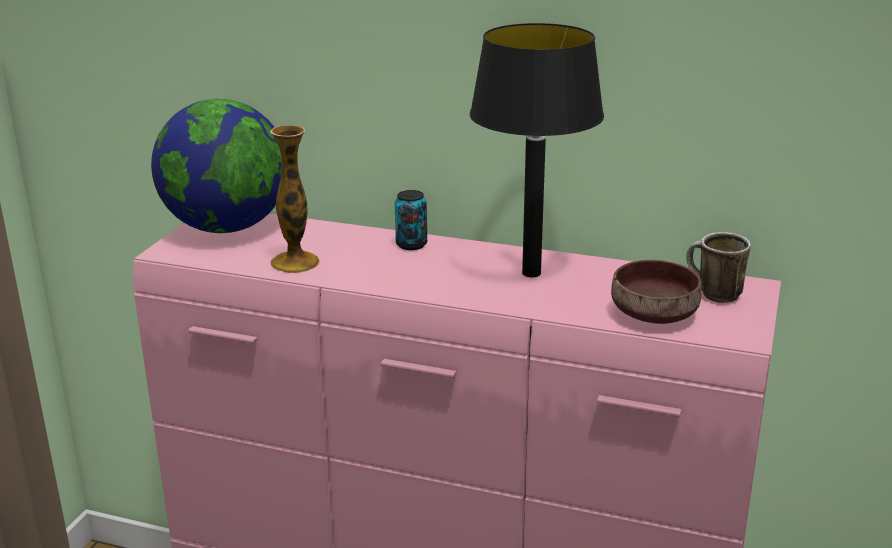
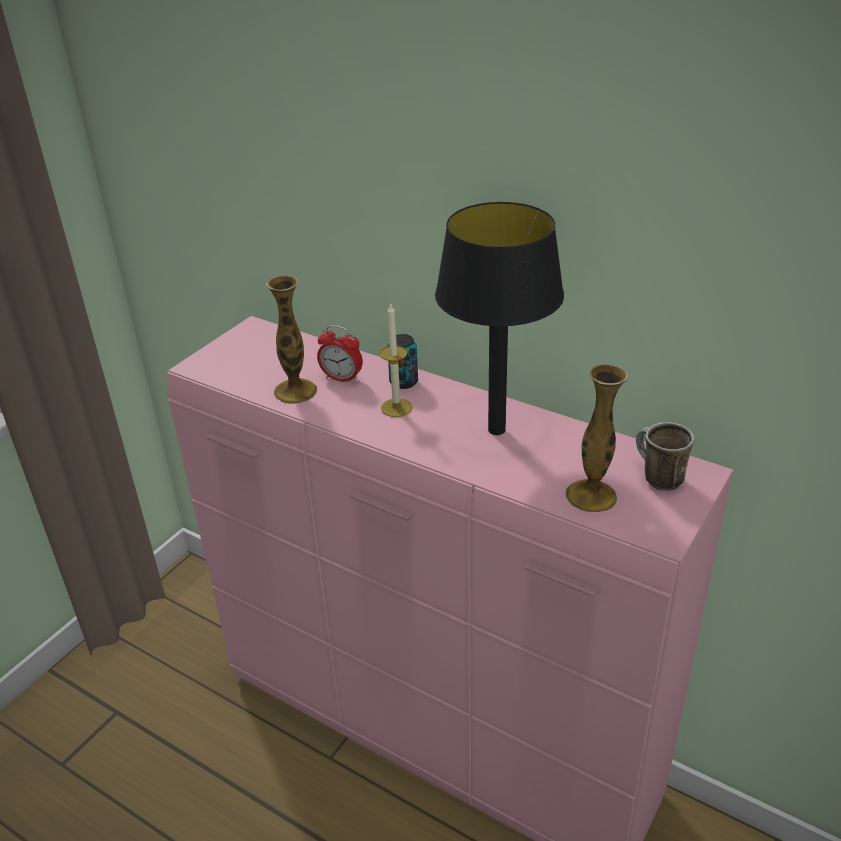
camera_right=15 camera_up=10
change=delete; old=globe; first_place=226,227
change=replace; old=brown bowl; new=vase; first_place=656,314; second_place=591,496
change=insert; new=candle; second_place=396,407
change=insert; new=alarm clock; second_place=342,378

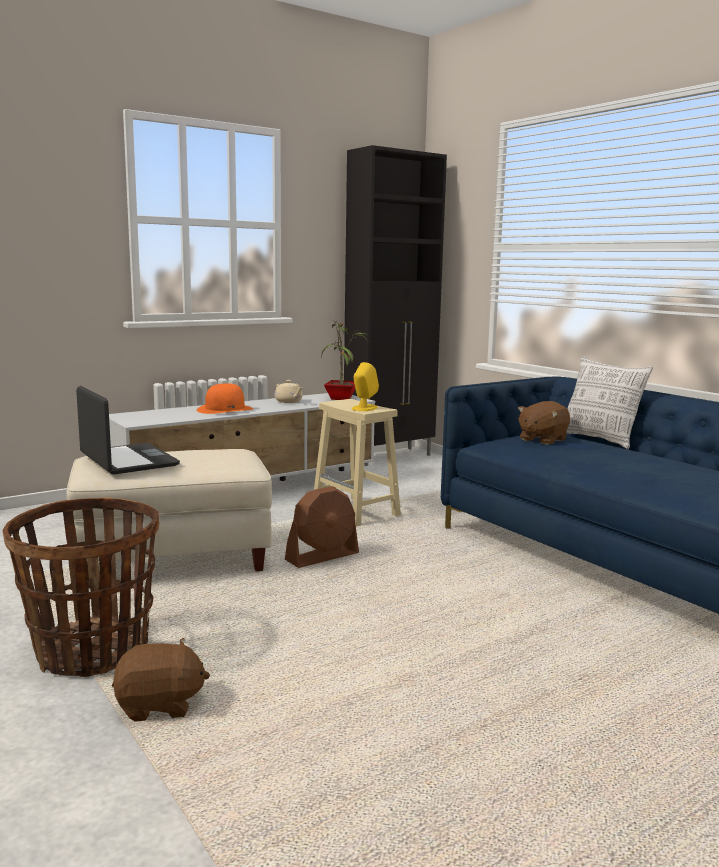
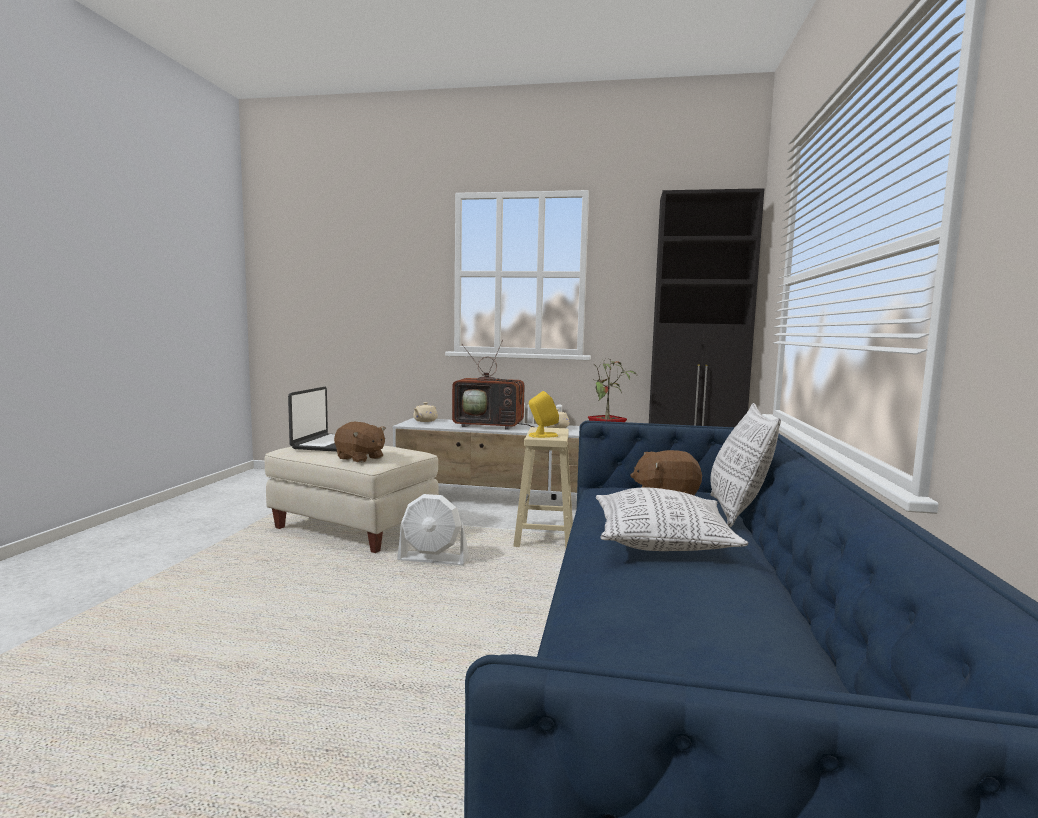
camera_right=45 camera_up=-5
change=replace; old=orange hat; new=television; first_place=225,409; second_place=491,426
change=recolor; old=brown fan; new=white fan; first_place=322,557; second_place=433,559
change=delete; old=basket; first_place=92,651
change=move; old=brown plush toy; first_place=159,705; second_place=360,458
change=insert; new=beige teapot; second_place=424,421
change=insert; new=pillow; second_place=662,542

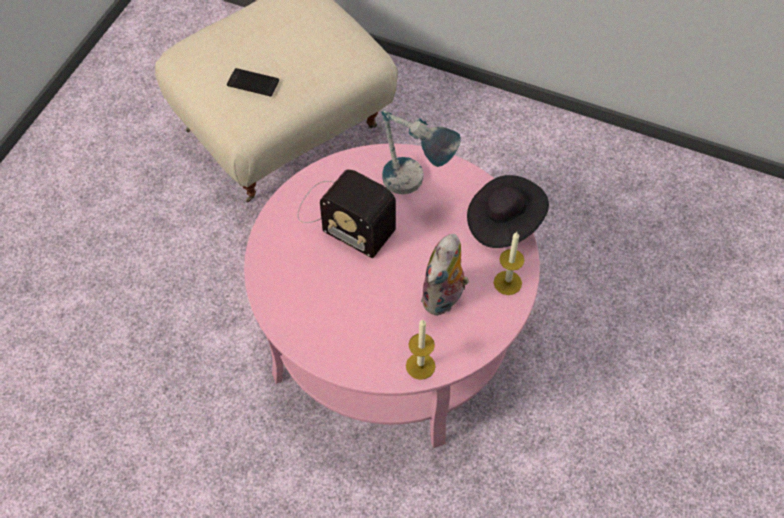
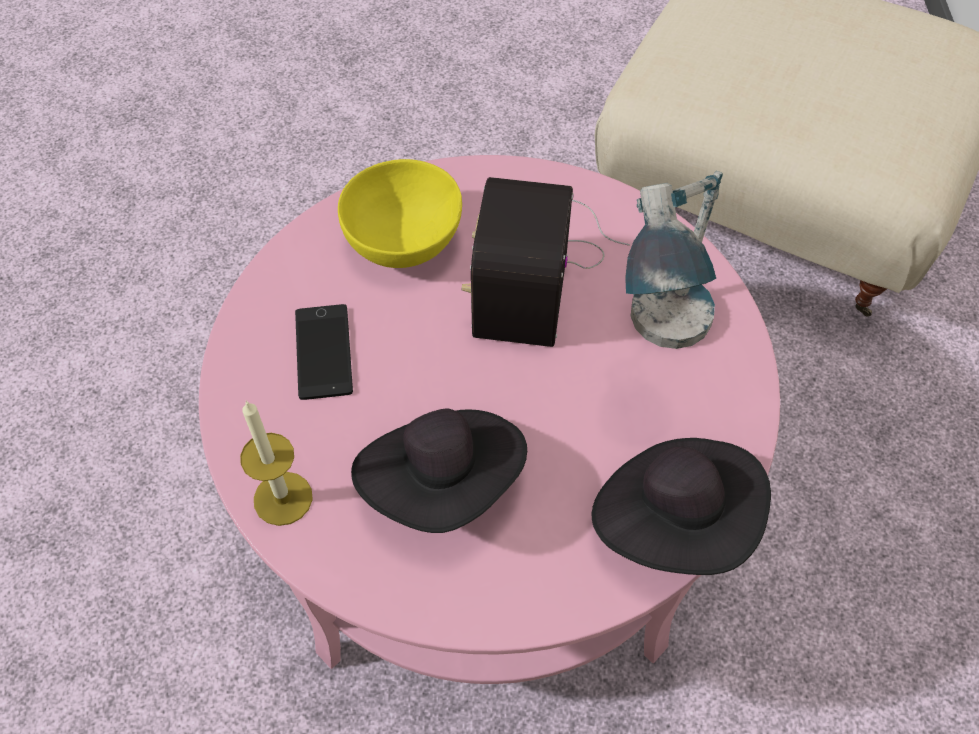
camera_right=65 camera_up=0
change=move; old=phone; first_place=253,83; second_place=323,352
change=delete; old=candle; first_place=507,282
change=replace; old=plush toy; new=black hat; first_place=444,299; second_place=443,482
change=insert; new=yellow bowl; second_place=407,242

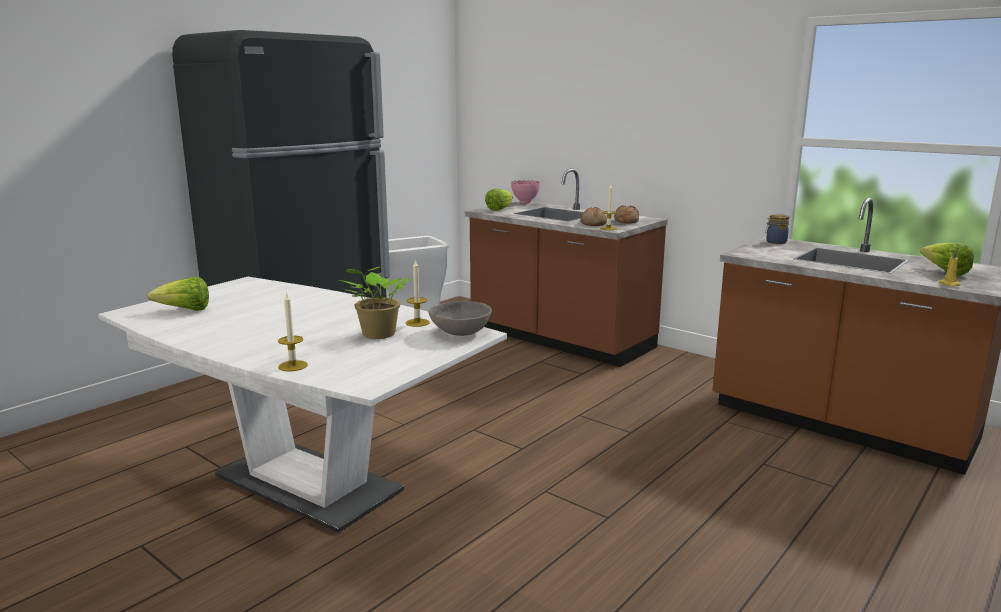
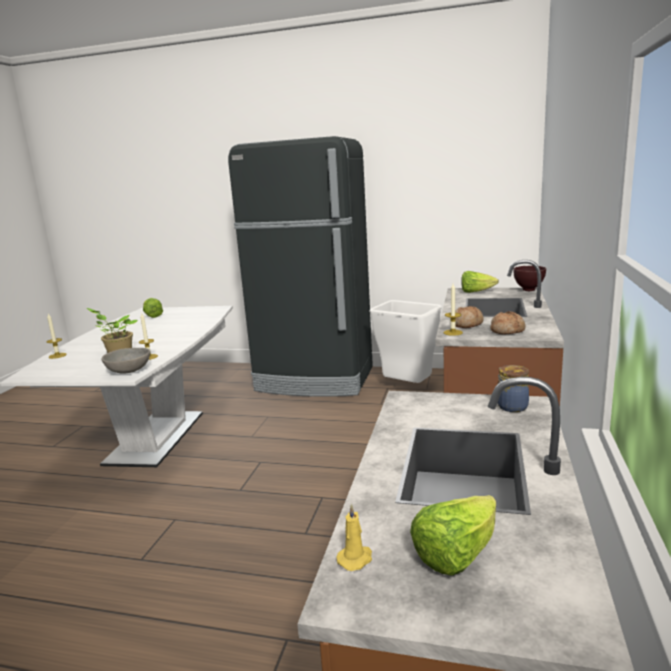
camera_right=65 camera_up=0
change=recolor; old=pink bowl; new=brown bowl; first_place=524,203; second_place=528,290

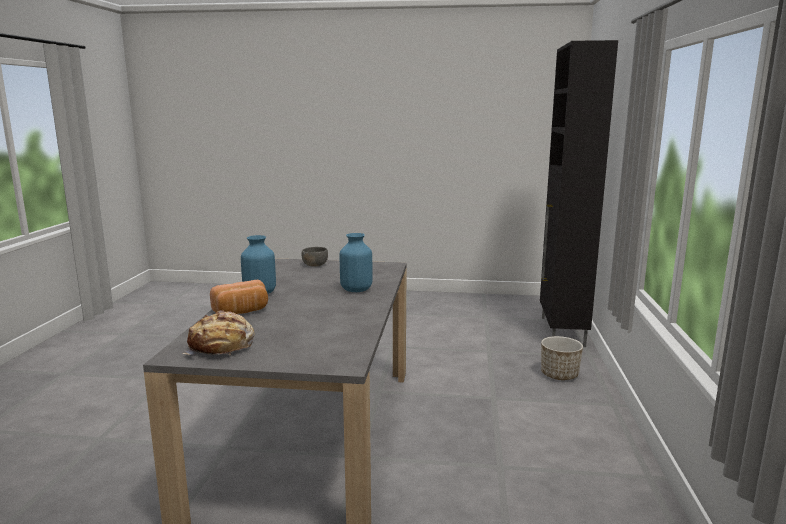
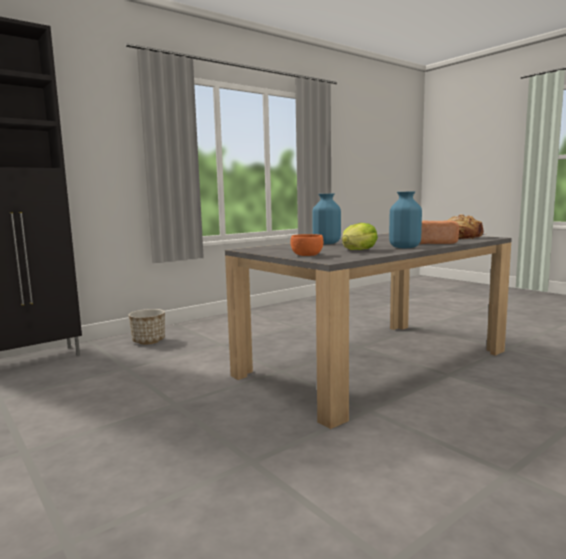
camera_right=-135 camera_up=-5
change=recolor; old=grey bowl; new=orange bowl; first_place=315,265; second_place=307,255
change=insert; new=lettuce; second_place=358,250

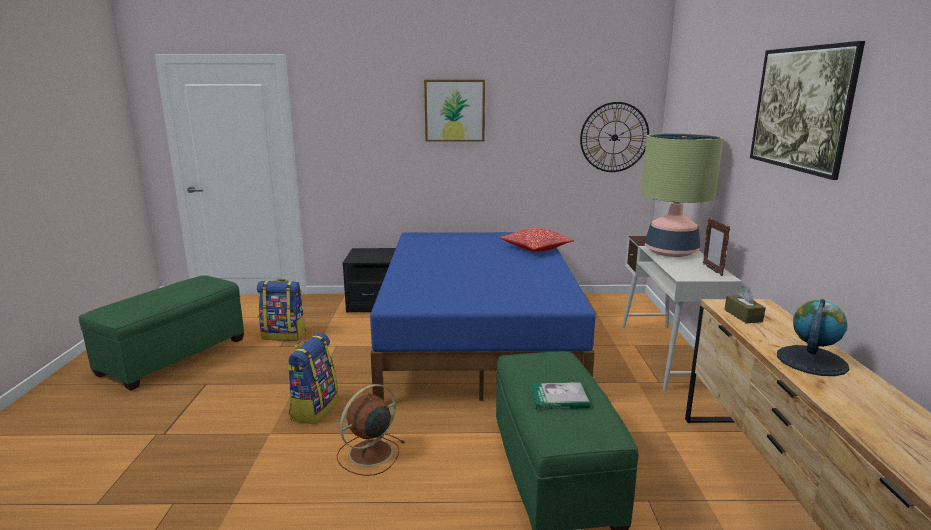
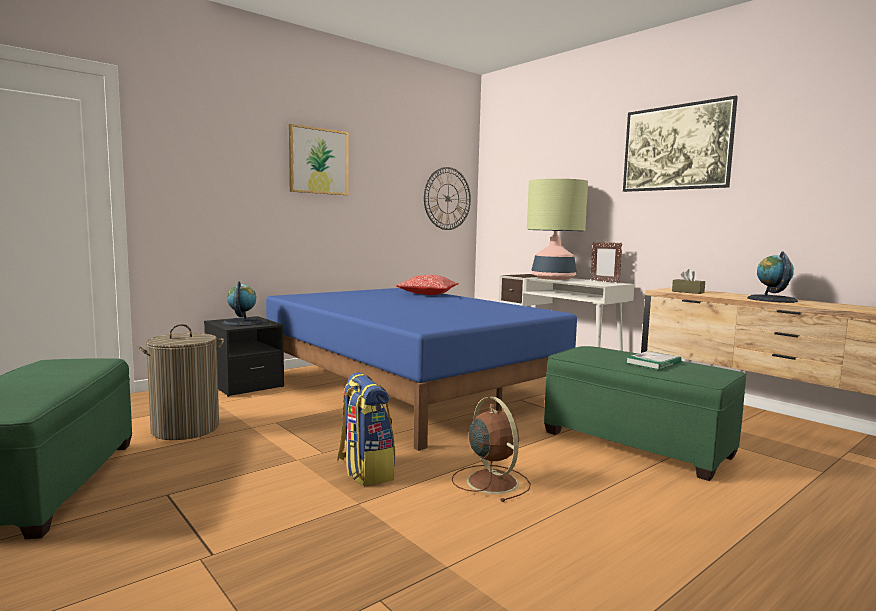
camera_right=-40 camera_up=-10
change=replace; old=backpack; new=laundry basket; first_place=284,335; second_place=185,429
change=rotate; old=brown fan; first_place=369,454; second_place=491,481; degrees=150
change=insert; new=globe; second_place=242,322

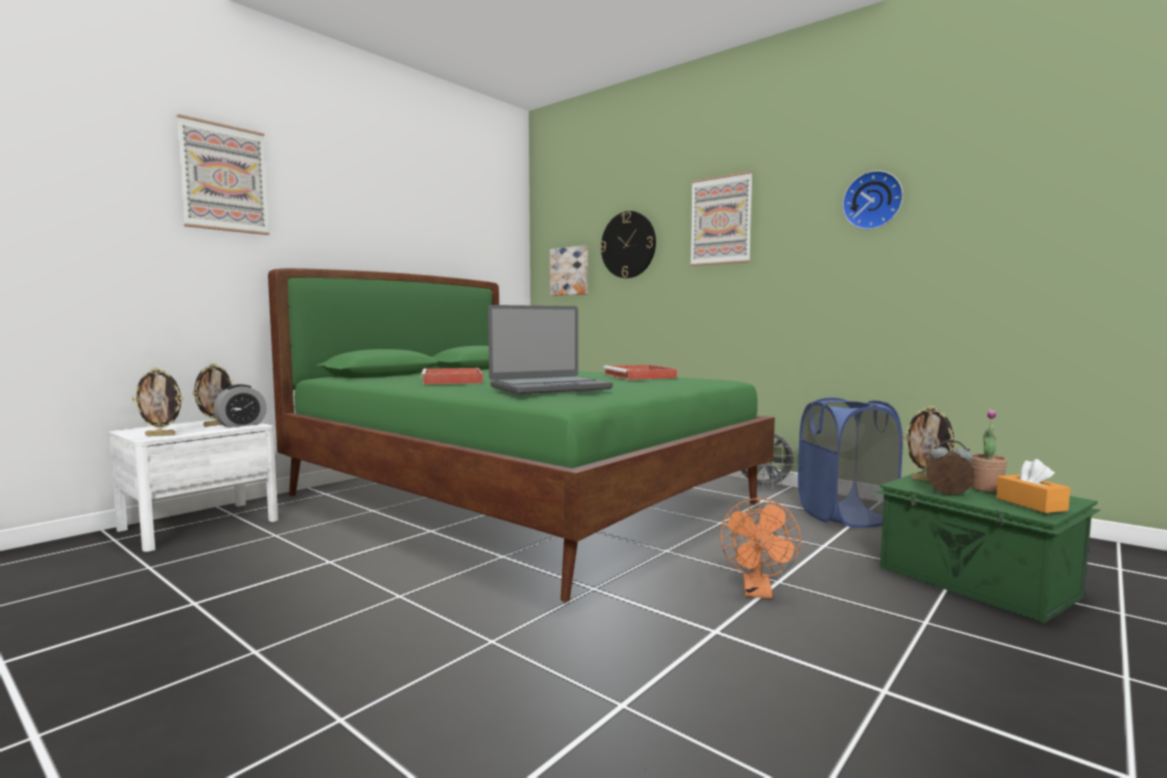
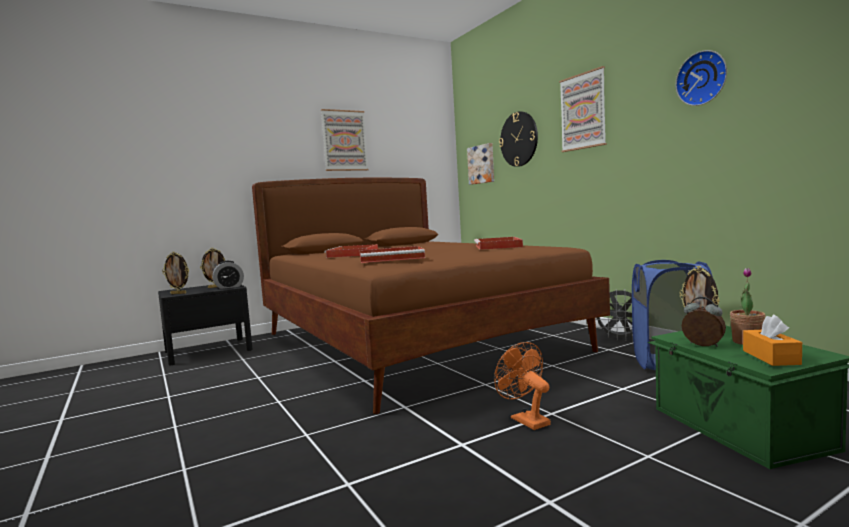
camera_right=20 camera_up=0
change=move; old=picture; first_place=224,178; second_place=344,140
change=recolor; old=green bed; new=brown bed; first_place=518,500; second_place=412,342
change=replace; old=laptop; new=red tray; first_place=549,388; second_place=392,258
change=recolor; old=white nightstand; new=black nightstand; first_place=199,525; second_place=208,351
change=rotate; old=orange fan; first_place=758,592; second_place=525,420; degrees=120

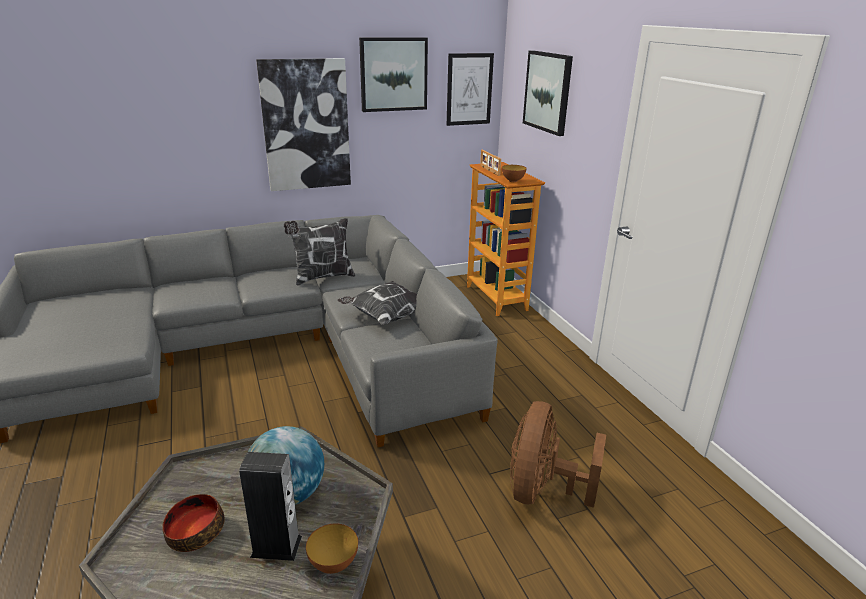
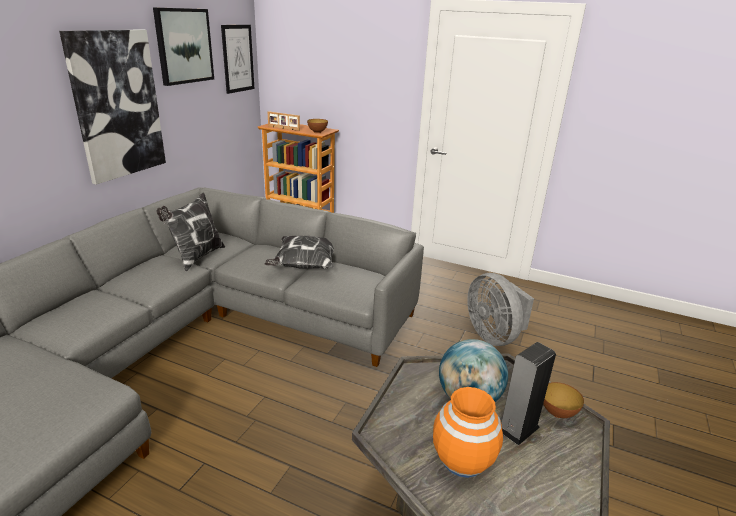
camera_right=-45 camera_up=0
change=delete; old=picture; first_place=548,92
change=recolor; old=brown fan; new=grey fan; first_place=542,490; second_place=494,336
change=replace; old=bowl; new=orange vase; first_place=195,531; second_place=463,459

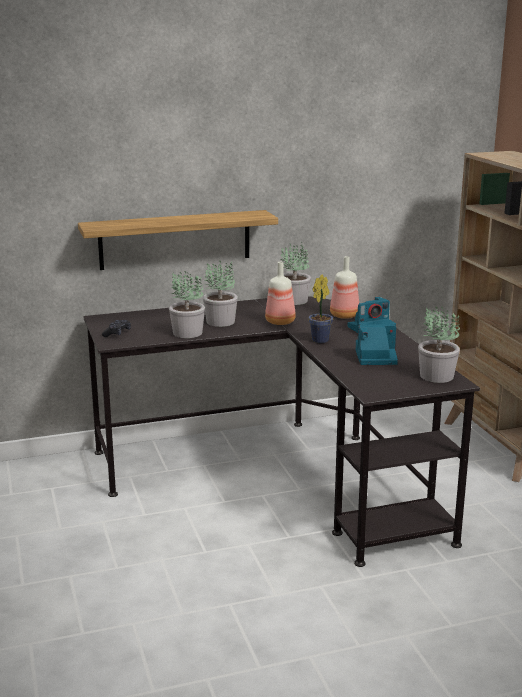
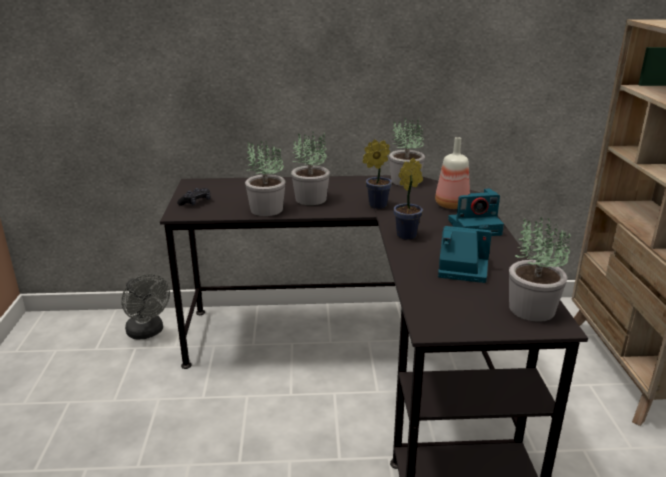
camera_right=15 camera_up=5
change=delete; old=shelf; first_place=175,239
change=replace; old=bottle; new=potted plant; first_place=280,322; second_place=375,205
change=insert; new=grey fan; second_place=148,332

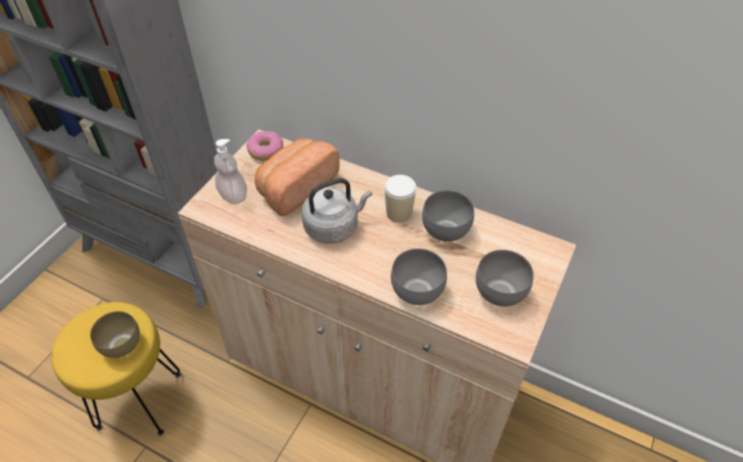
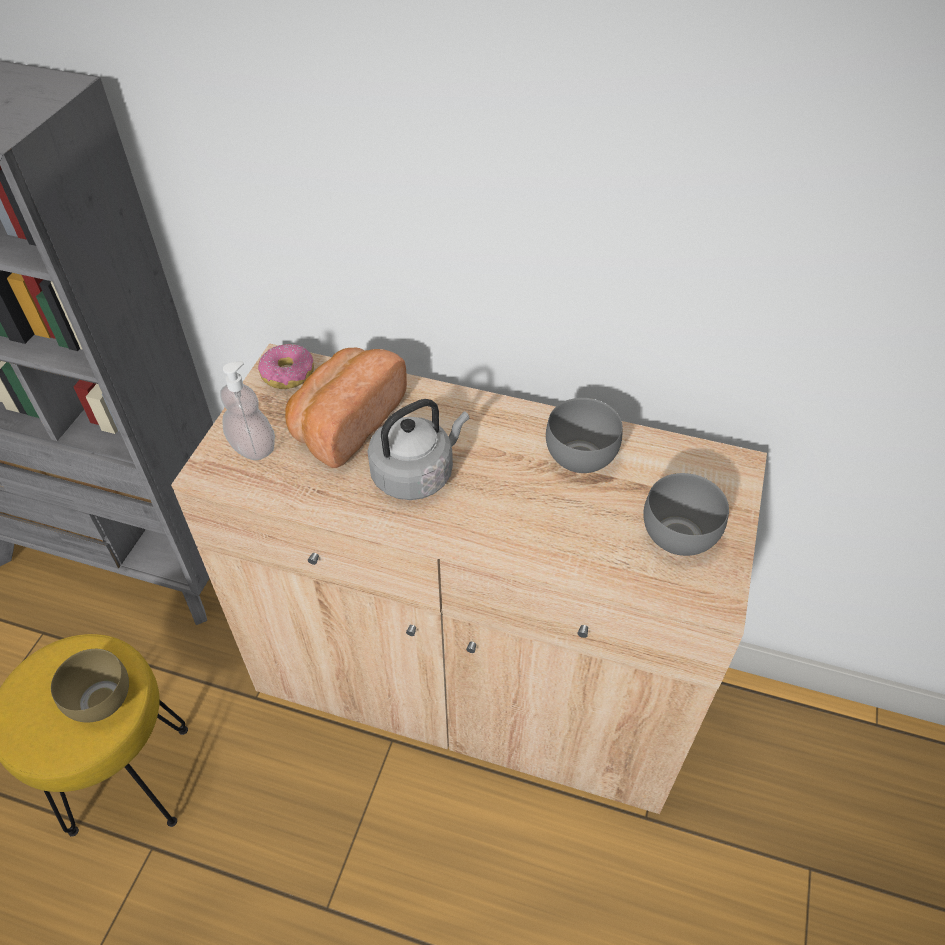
camera_right=-10 camera_up=0
change=delete; old=cup; first_place=399,213
change=delete; old=grey bowl; first_place=418,290

